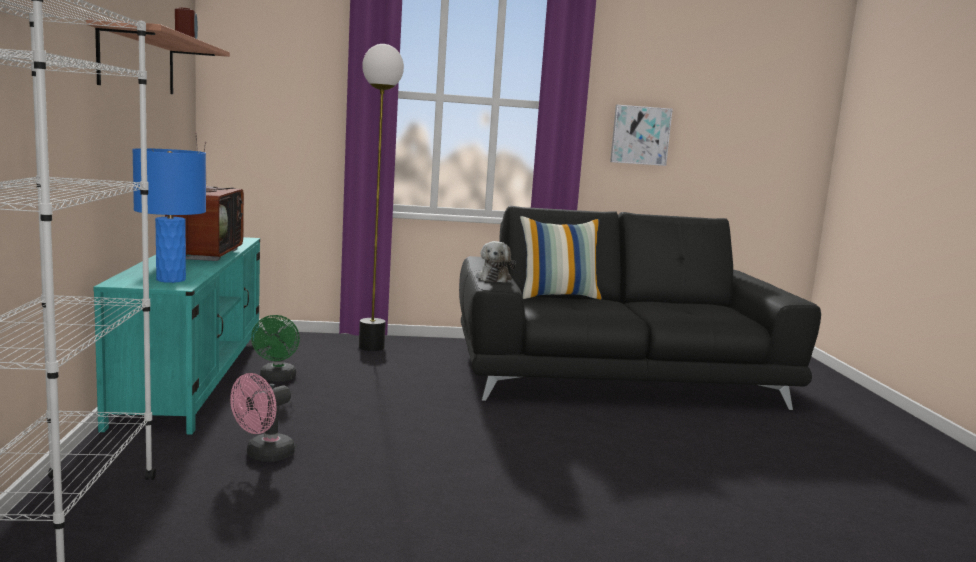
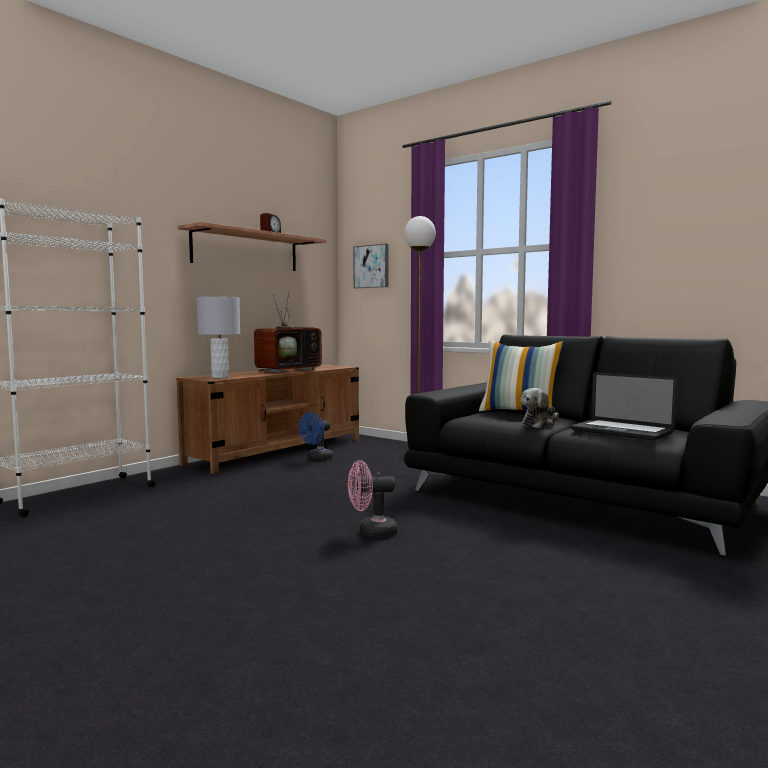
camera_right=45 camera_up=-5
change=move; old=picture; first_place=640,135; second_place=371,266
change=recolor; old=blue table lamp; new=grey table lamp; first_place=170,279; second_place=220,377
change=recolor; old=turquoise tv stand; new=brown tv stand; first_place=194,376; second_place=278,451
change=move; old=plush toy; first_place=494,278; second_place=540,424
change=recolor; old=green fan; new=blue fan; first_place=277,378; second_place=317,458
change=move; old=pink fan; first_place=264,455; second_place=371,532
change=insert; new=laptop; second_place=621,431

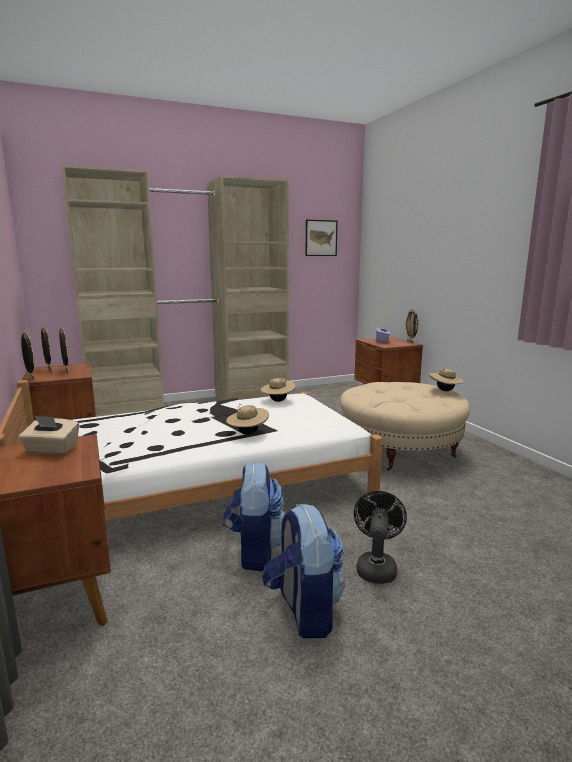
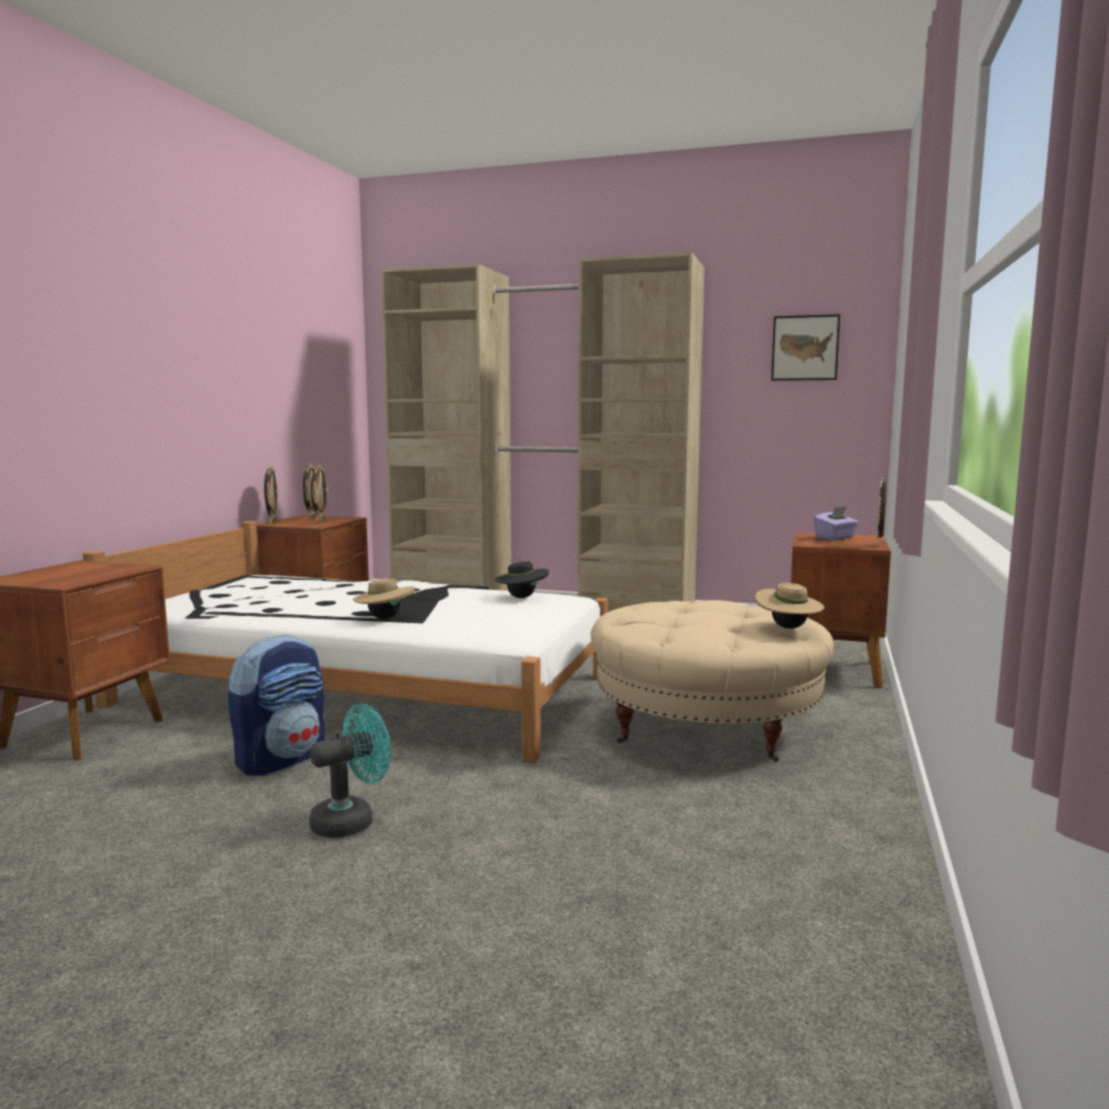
camera_right=40 camera_up=-5
change=recolor; old=beige hat; new=black hat; first_place=277,401; second_place=521,597
change=delete; old=beige tissue box; first_place=51,450
change=recolor; old=black fan; new=turquoise fan; first_place=376,567; second_place=351,820
change=delete; old=backpack; first_place=304,610

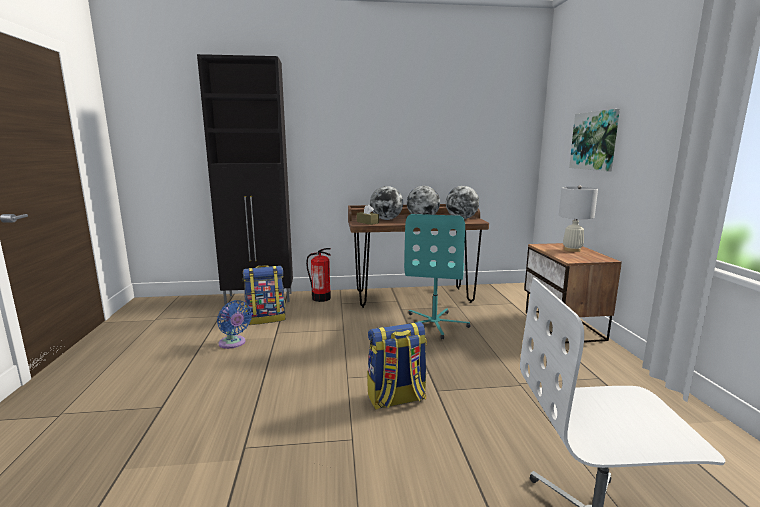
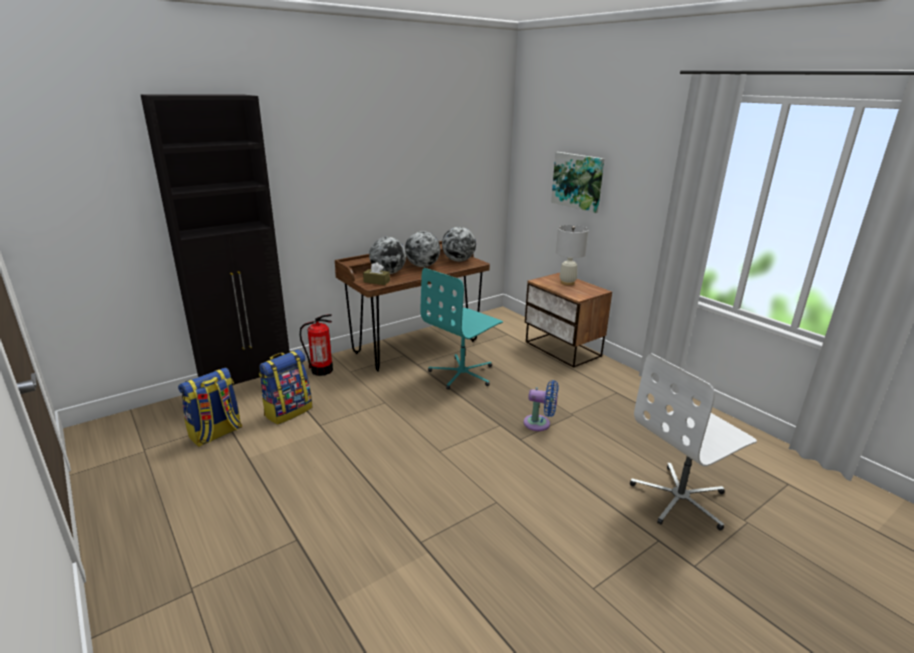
camera_right=-30 camera_up=10
change=rotate; old=turquoise office chair; first_place=434,324; second_place=462,374; degrees=60
change=move; old=blue fan; first_place=233,343; second_place=540,424
change=move; old=backpack; first_place=396,399; second_place=216,434

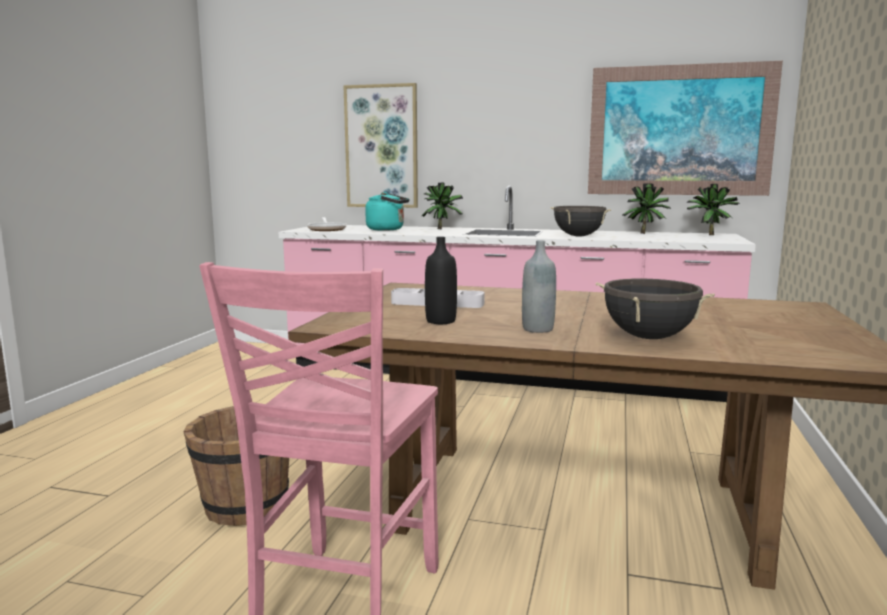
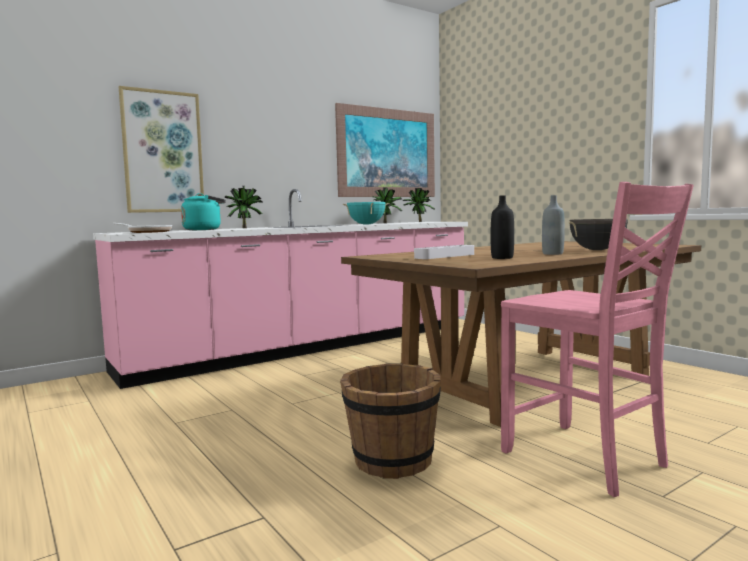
camera_right=-50 camera_up=-5
change=recolor; old=black cooking pot; new=turquoise cooking pot; first_place=578,236; second_place=366,224

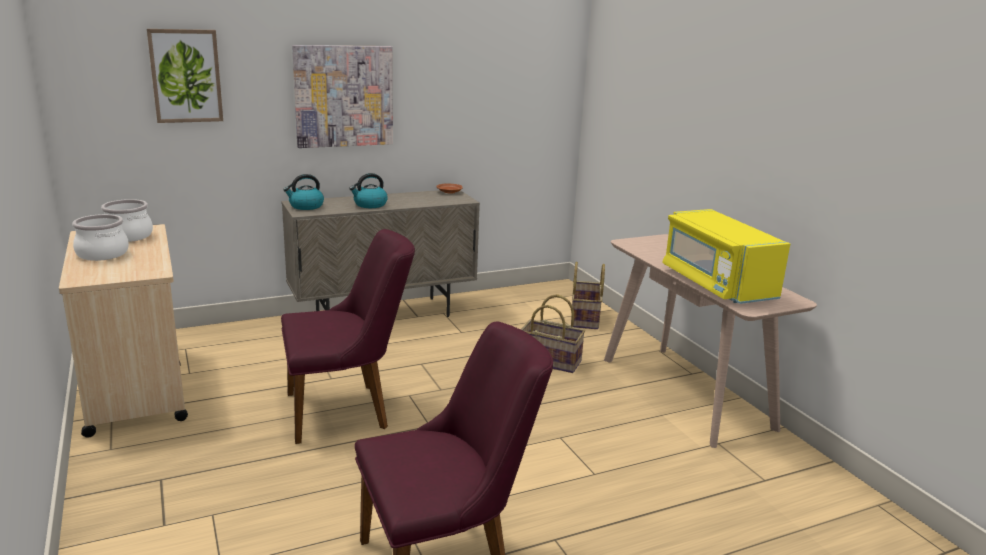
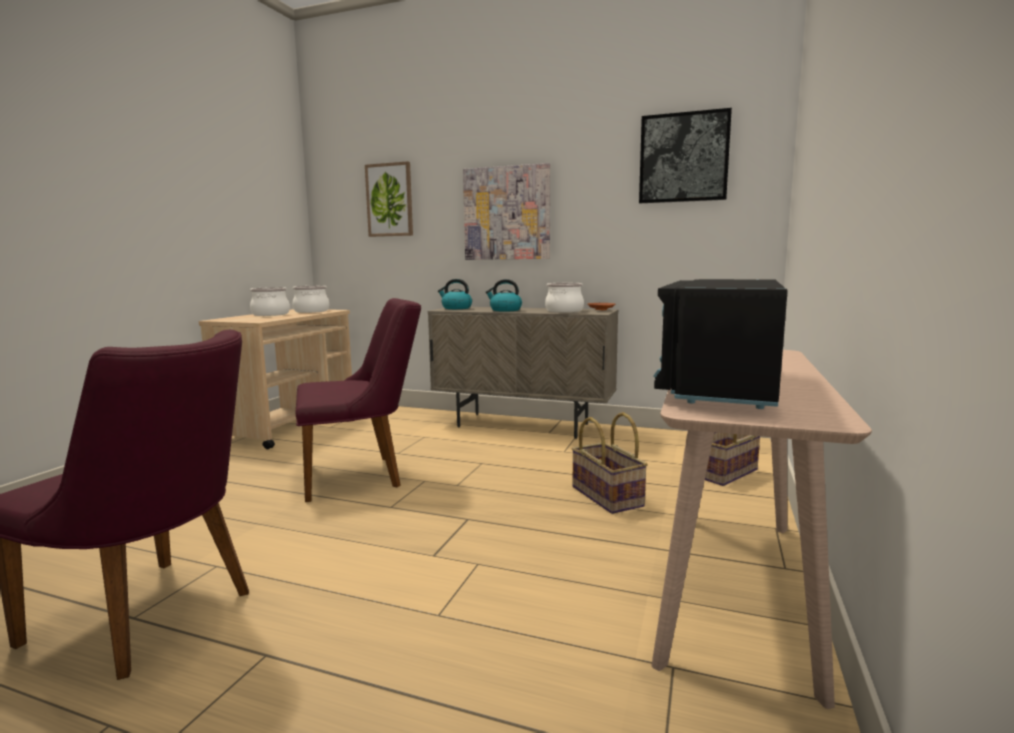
camera_right=45 camera_up=-10
change=recolor; old=yellow microwave; new=black microwave; first_place=716,284; second_place=720,386
change=rotate; old=purple chair; first_place=348,410; second_place=362,475; degrees=-45
change=insert; new=picture; second_place=683,158
change=insert; new=cooking pot; second_place=563,311

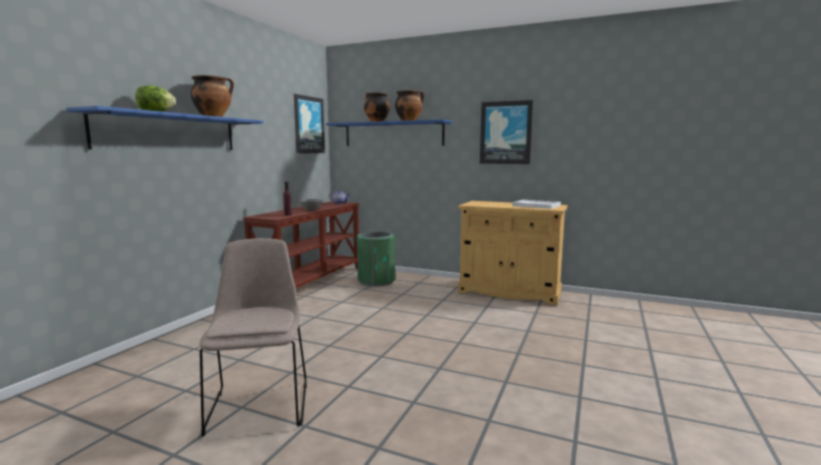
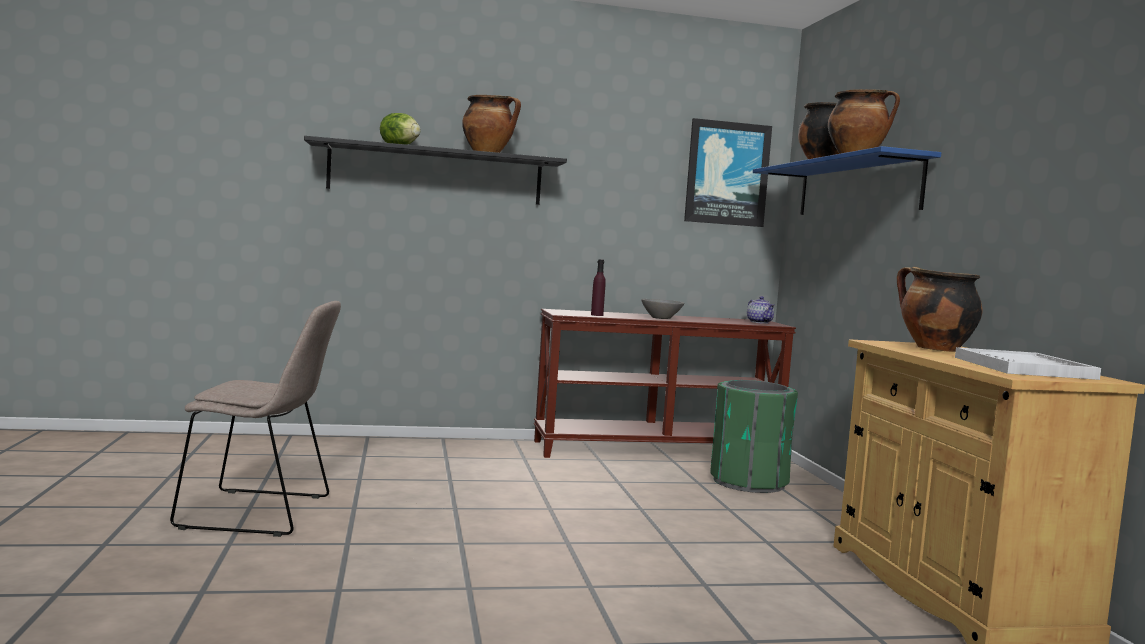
camera_right=55 camera_up=-5
change=delete; old=picture; first_place=505,133
change=recolor; old=blue shelf; new=black shelf; first_place=169,132; second_place=436,174
change=rotate; old=beige chair; first_place=259,404; second_place=261,513; degrees=45
change=insert; new=cooking pot; second_place=934,349

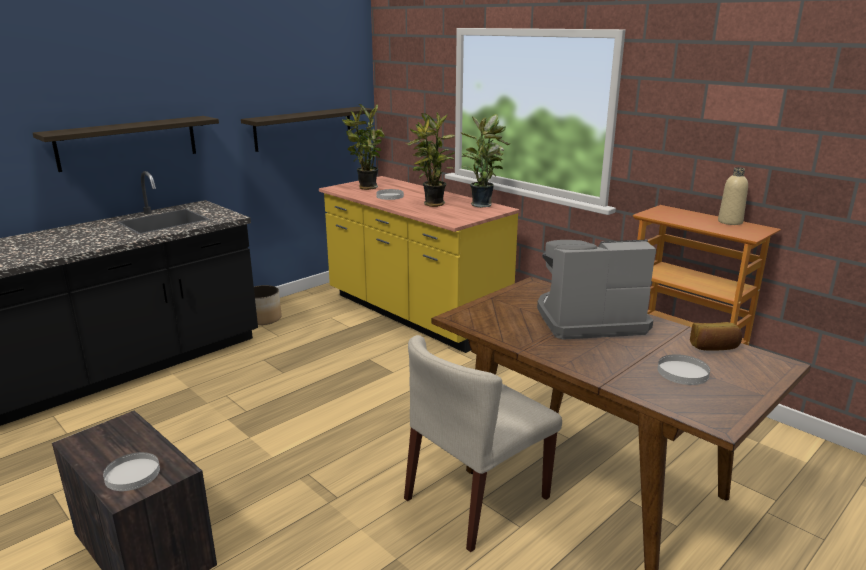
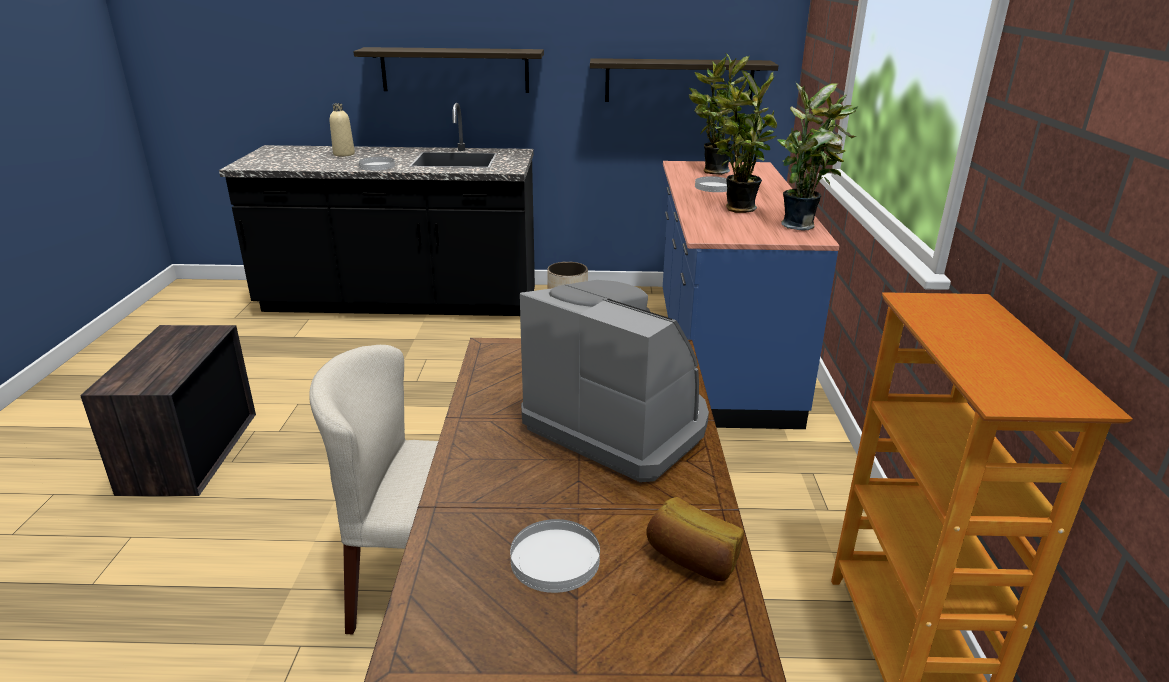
camera_right=45 camera_up=5
change=move; old=beige bottle; first_place=730,222; second_place=344,154
change=recolor; old=yellow counter; new=blue counter; first_place=414,314; second_place=719,357
change=move; old=white plate; first_place=133,474; second_place=377,166

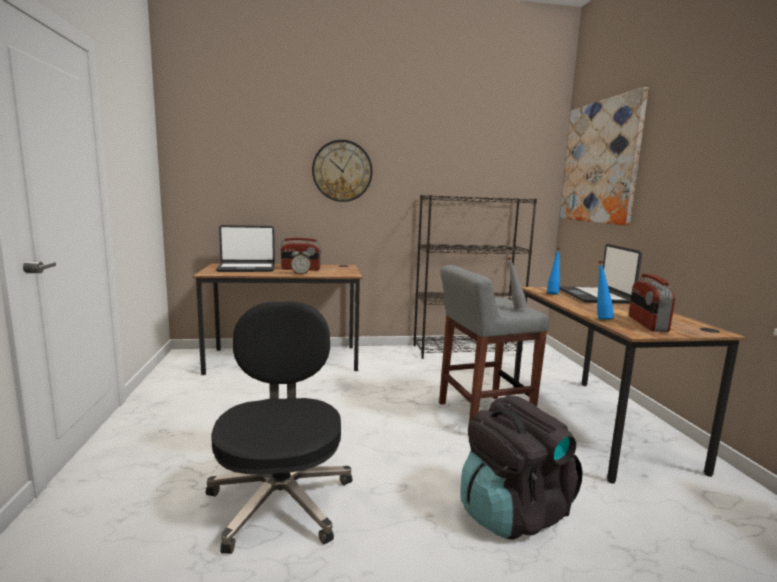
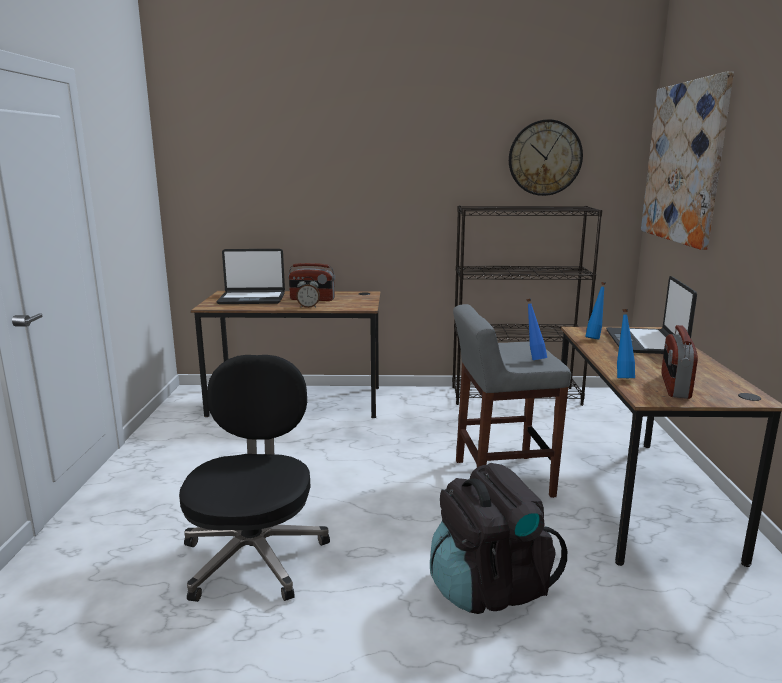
camera_right=10 camera_up=5
change=move; old=wall clock; first_place=342,171; second_place=545,158
change=recolor; old=grey bottle; new=blue bottle; first_place=514,308; second_place=533,359

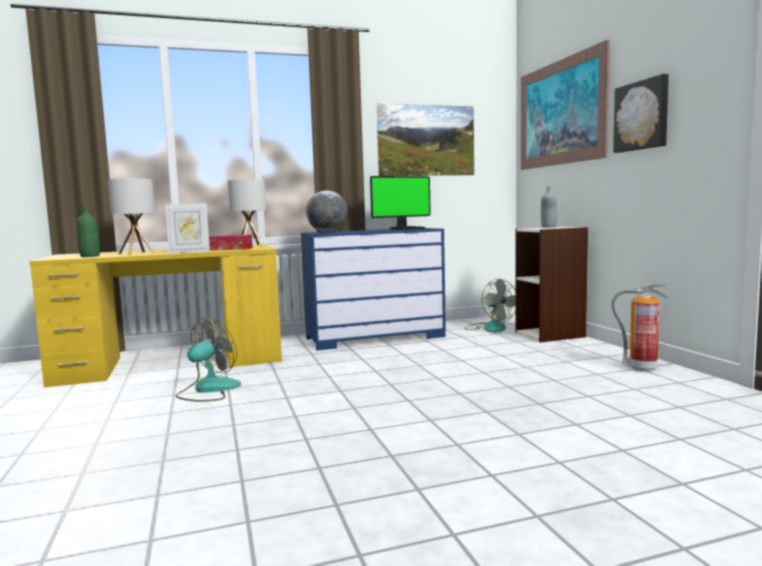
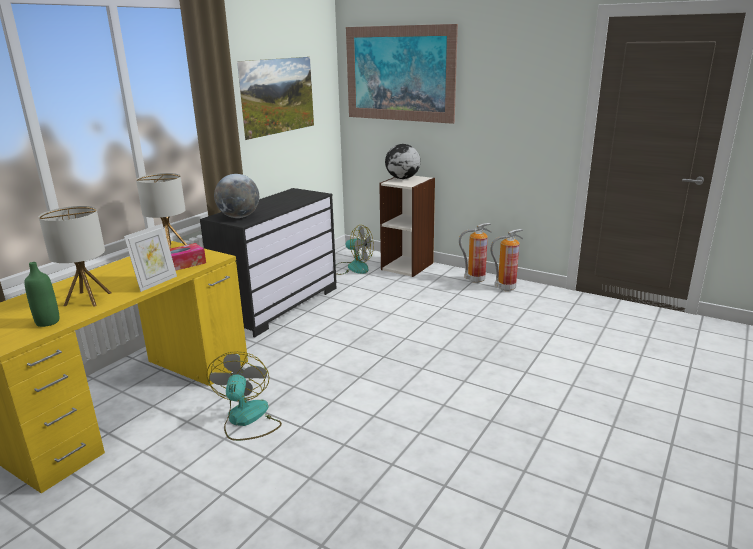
camera_right=-40 camera_up=15
change=delete; old=picture; first_place=642,115
change=delete; old=monitor; first_place=406,229
change=replace; old=grey bottle; new=globe; first_place=548,227; second_place=402,178
change=recolor; old=blue dresser; new=black dresser; first_place=375,337; second_place=279,305
change=insert; new=fire extinguisher; second_place=475,280

